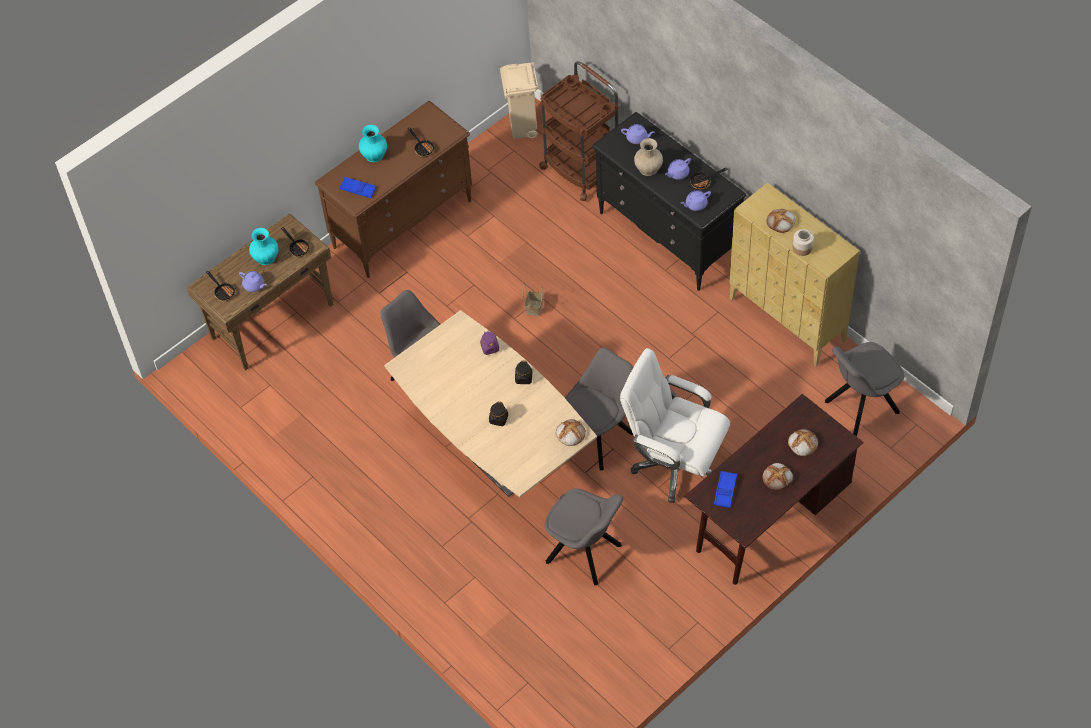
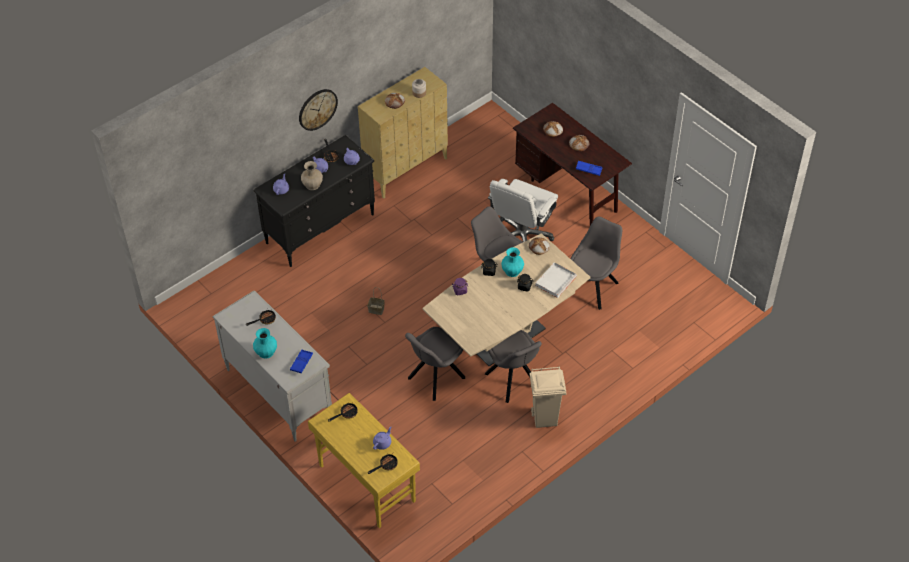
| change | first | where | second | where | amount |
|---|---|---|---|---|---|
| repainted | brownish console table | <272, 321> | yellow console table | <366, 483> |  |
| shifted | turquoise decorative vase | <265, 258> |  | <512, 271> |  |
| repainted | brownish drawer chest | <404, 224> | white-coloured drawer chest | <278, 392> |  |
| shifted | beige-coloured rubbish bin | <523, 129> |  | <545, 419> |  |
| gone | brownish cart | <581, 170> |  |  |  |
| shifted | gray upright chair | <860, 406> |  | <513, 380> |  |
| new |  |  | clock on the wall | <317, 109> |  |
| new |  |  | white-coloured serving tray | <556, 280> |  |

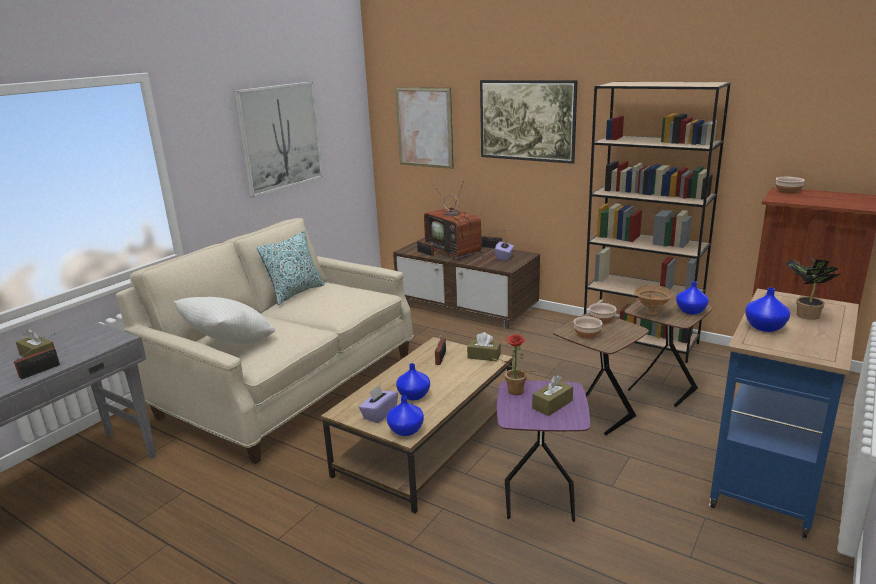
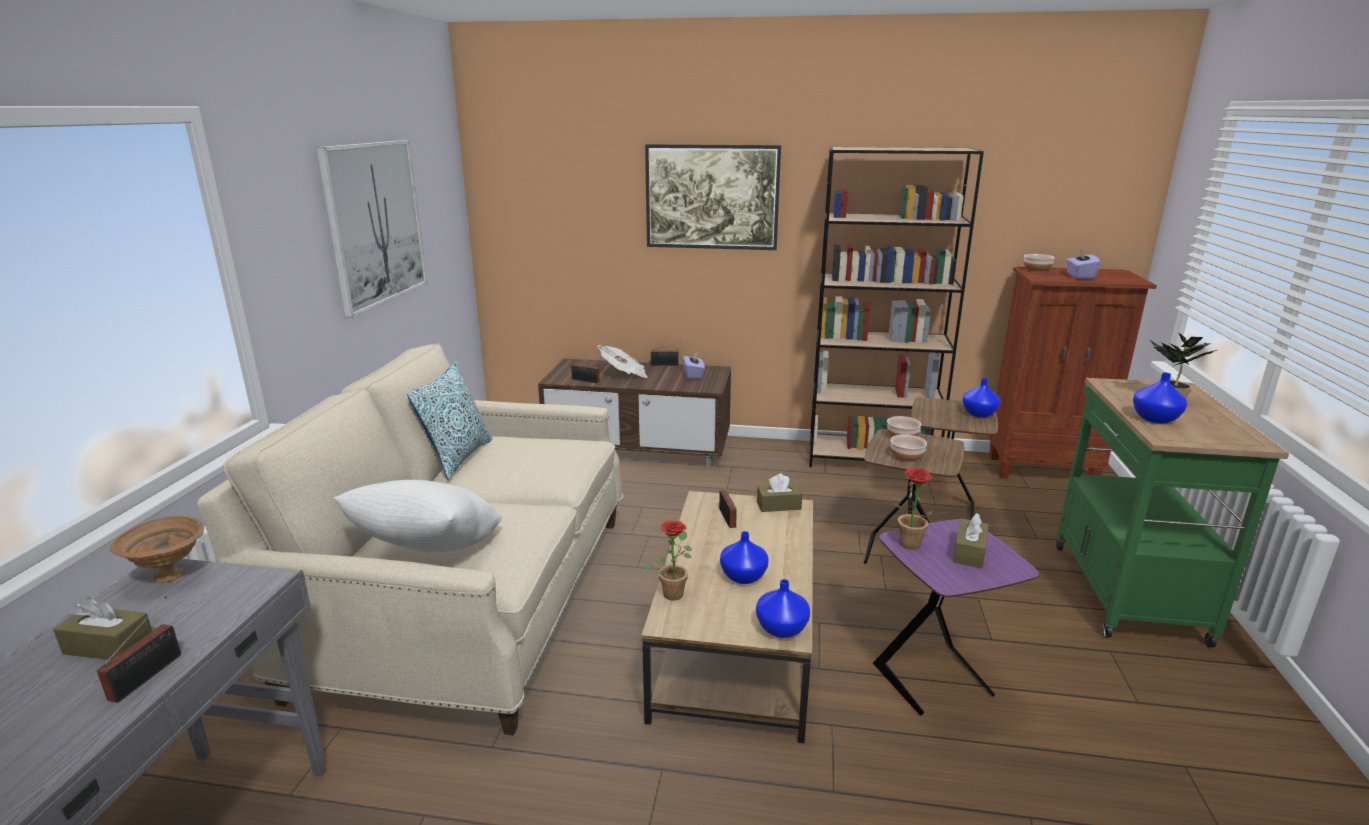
| change | first | where | second | where | amount |
|---|---|---|---|---|---|
| shifted | purplish tissue box | <379, 414> |  | <1079, 276> |  |
| gone | picture | <424, 127> |  |  |  |
| swapped | TV set | <456, 251> | daily paper | <624, 374> |  |
| shifted | brownish deep dish | <652, 313> |  | <171, 576> |  |
| repainted | bluish cart | <769, 478> | greenish cart | <1124, 590> |  |
| new |  |  | houseplant | <673, 591> |  |

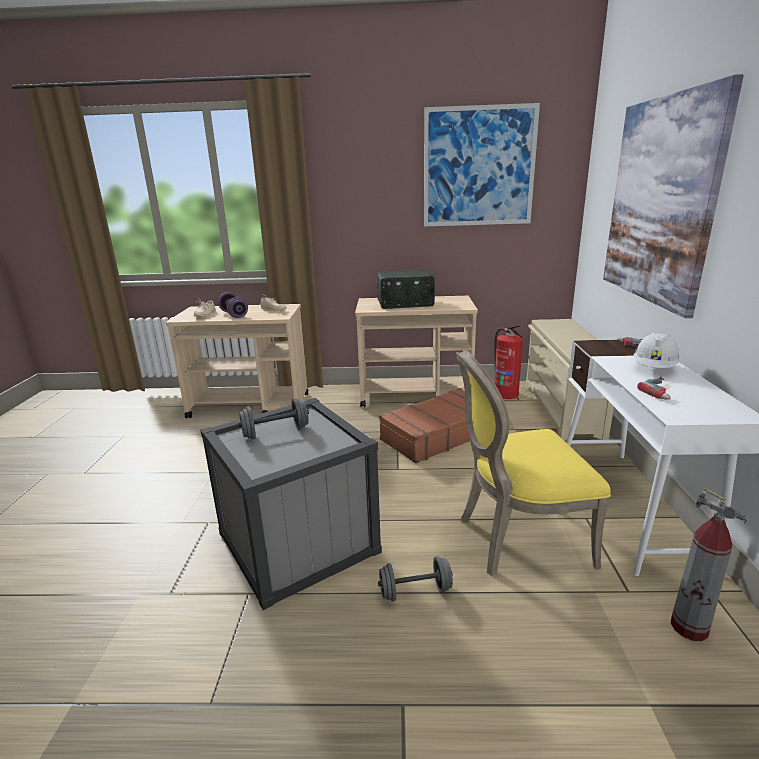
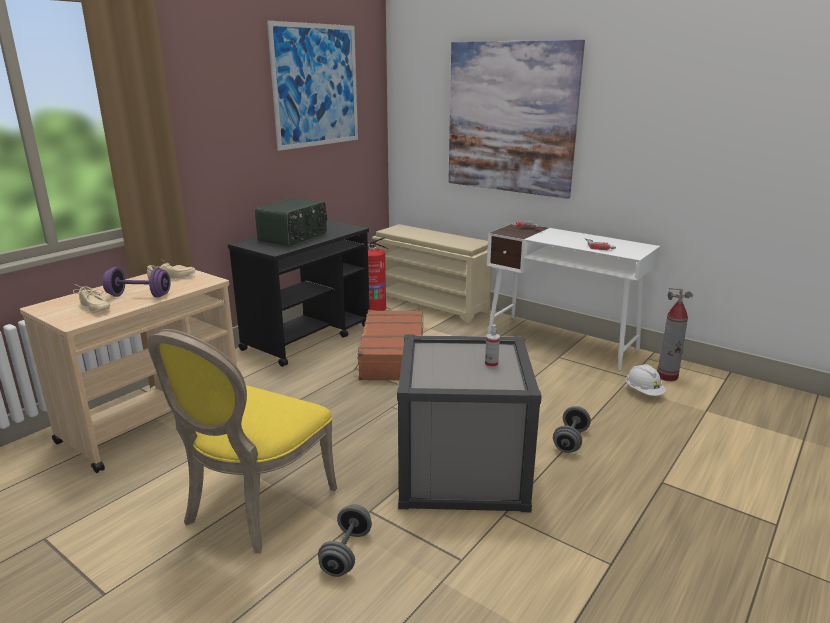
| change | first | where | second | where | amount |
|---|---|---|---|---|---|
| shifted | gray free weight | <275, 432> |  | <346, 553> |  |
| repainted | beige-coloured cart | <416, 395> | black cart | <308, 337> |  |
| shifted | yellow upright chair | <517, 538> |  | <254, 507> |  |
| shifted | white-coloured hard hat | <654, 368> |  | <643, 392> |  |
| new |  |  | hand sprayer | <491, 364> |  |

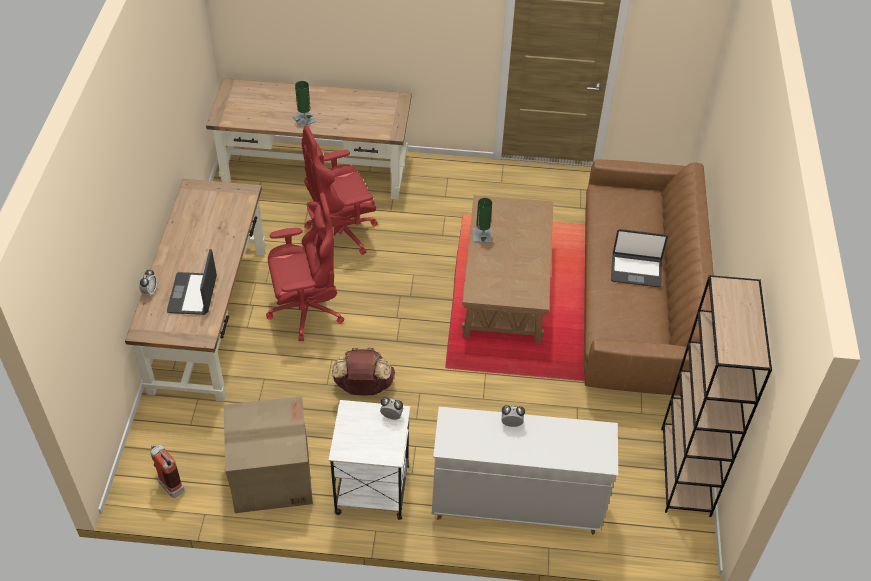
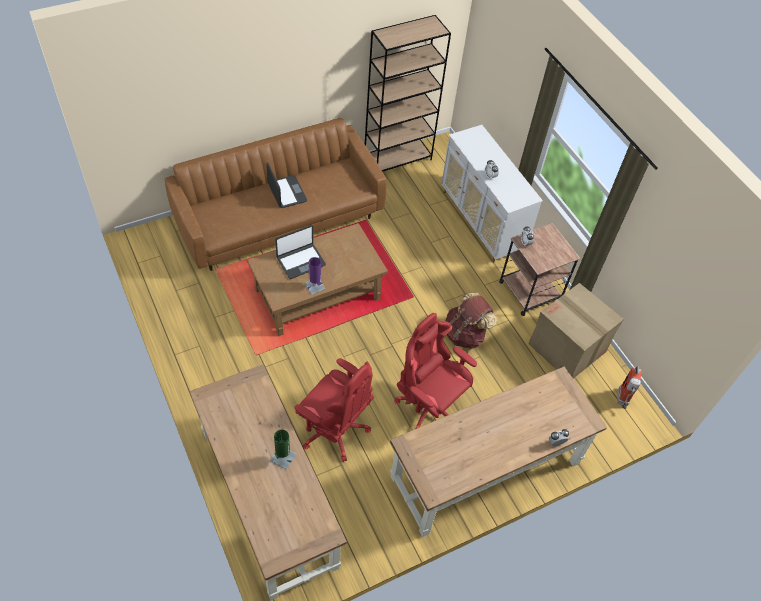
| change | first | where | second | where | amount |
|---|---|---|---|---|---|
| shifted | portable computer | <193, 294> |  | <300, 261> |  |
| repainted | white-coloured cart | <371, 488> | brownish cart | <530, 292> |  |
| repainted | greenish table lamp | <482, 235> | purplish table lamp | <315, 286> |  |

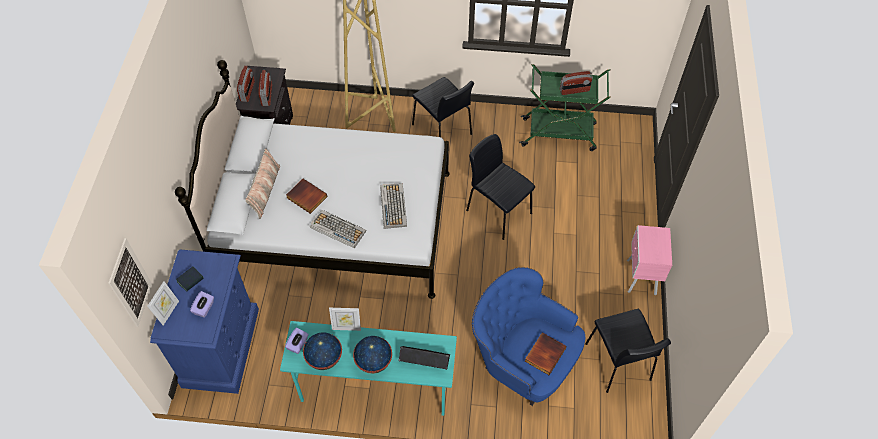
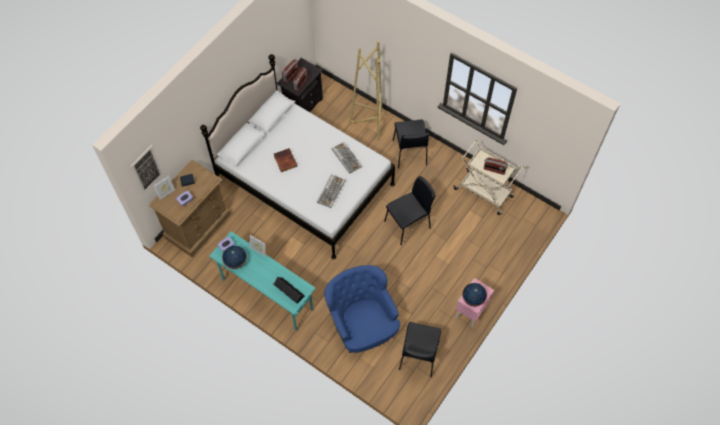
| change | first | where | second | where | amount |
|---|---|---|---|---|---|
| repainted | bluish drawer chest | <221, 347> | brownish drawer chest | <198, 226> |  |
| gone | pillow | <265, 191> |  |  |  |
| shifted | PC keyboard | <337, 229> |  | <346, 157> |  |
| shifted | world globe | <373, 362> |  | <473, 299> |  |
| rotated | black upright chair | <497, 210> |  | <408, 224> | 75 degrees clockwise |
| repainted | greenish cart | <559, 135> | beige-coloured cart | <483, 193> |  |
| gone | bound book | <544, 354> |  |  |  |

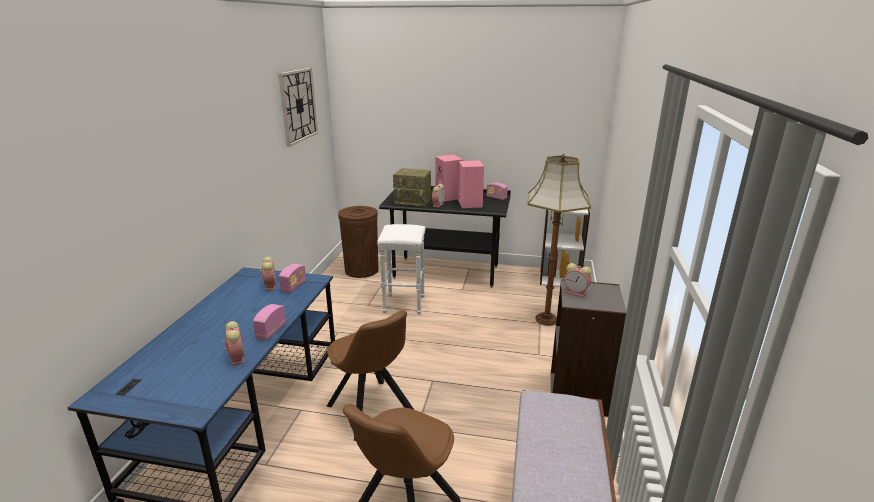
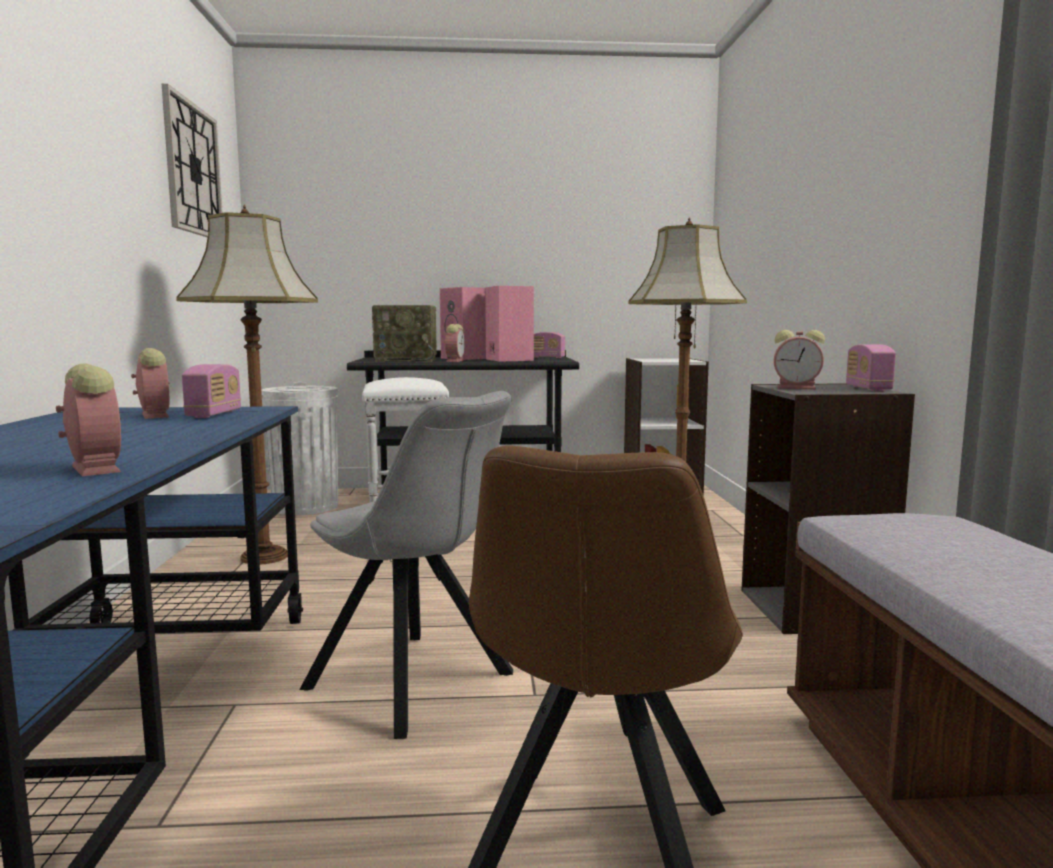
| change | first | where | second | where | amount |
|---|---|---|---|---|---|
| shifted | radio | <271, 331> |  | <868, 389> |  |
| repainted | brownish upright chair | <371, 410> | gray upright chair | <413, 682> |  |
| repainted | brownish rubbish bin | <361, 270> | white-coloured rubbish bin | <305, 506> |  |
| new |  |  | standing lamp | <264, 556> |  |

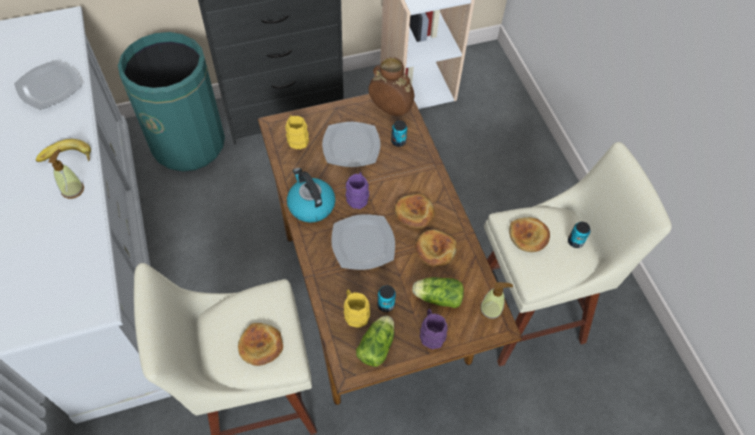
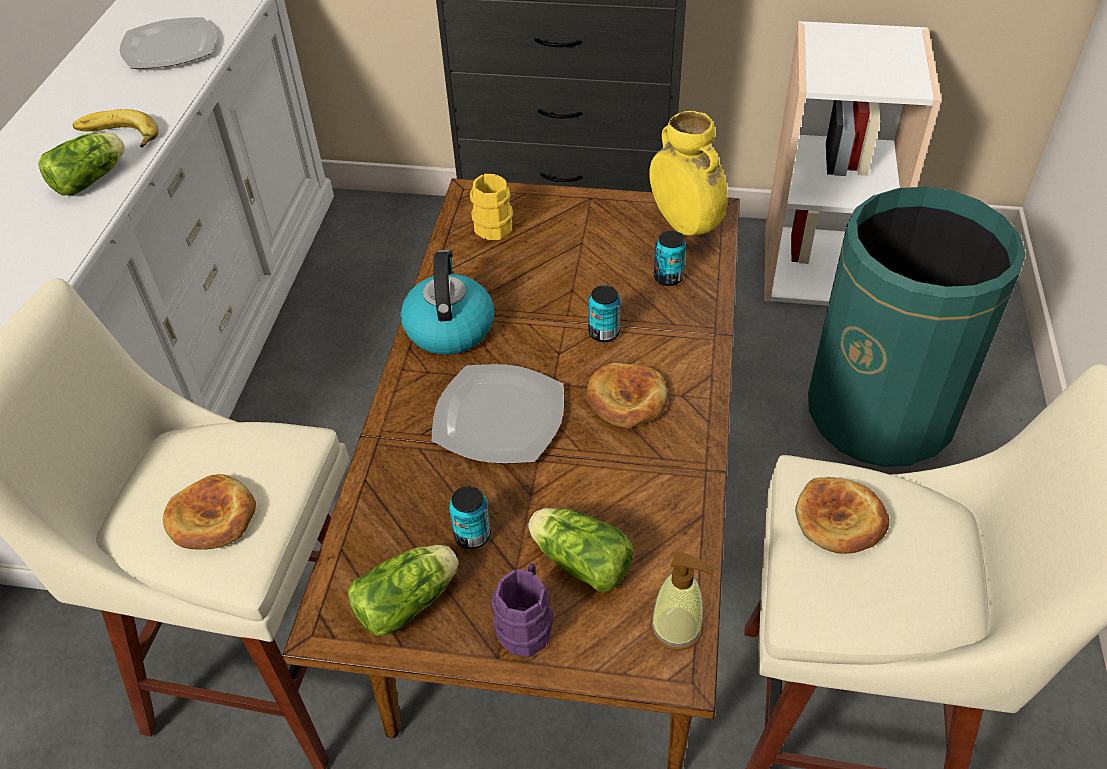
| change | first | where | second | where | amount |
|---|---|---|---|---|---|
| swapped | soap bottle | <73, 189> | head of lettuce | <93, 178> |  |
| shifted | greenish rubbish bin | <189, 143> |  | <880, 413> |  |
| gone | dinner plate | <350, 145> |  |  |  |
| gone | yellow mug | <355, 313> |  |  |  |
| gone | purplish mug | <358, 196> |  |  |  |
| repainted | brownish decorative vase | <390, 109> | yellow decorative vase | <685, 225> |  |
| gone | bakery bread | <435, 250> |  |  |  |
| shifted | can | <575, 241> |  | <604, 333> |  |

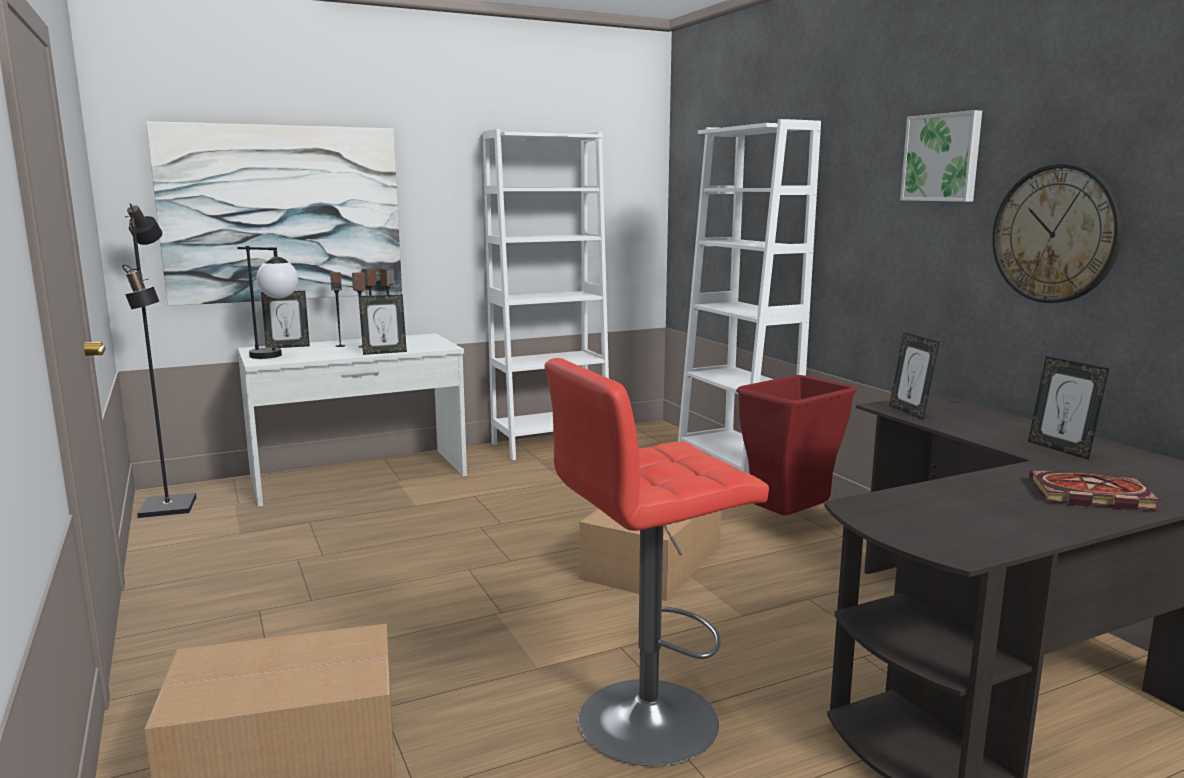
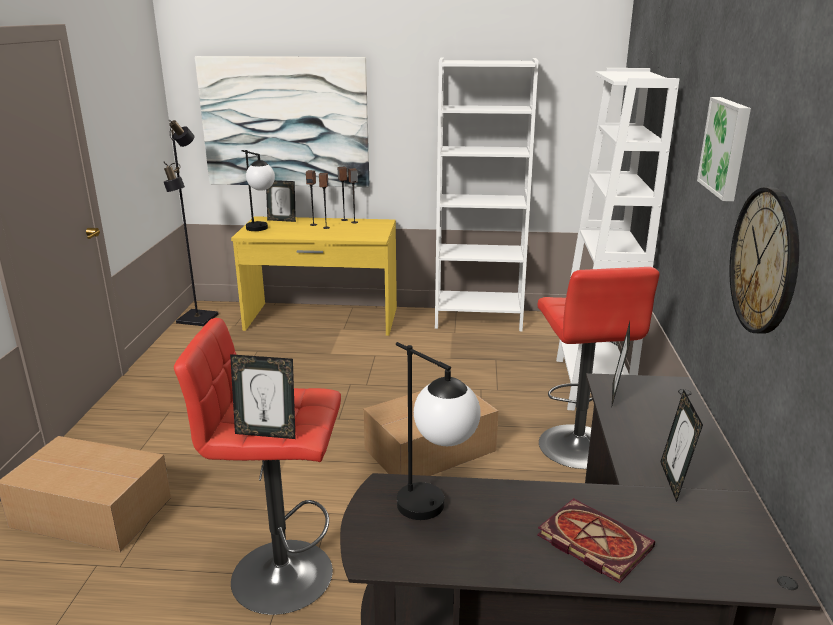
| change | first | where | second | where | amount |
|---|---|---|---|---|---|
| repainted | white-coloured desk | <359, 476> | yellow desk | <322, 319> |  |
| shifted | picture frame | <384, 352> |  | <266, 433> |  |
| swapped | reddish rubbish bin | <789, 523> | reddish stool | <577, 447> |  |
| new |  |  | table lamp | <435, 513> |  |

